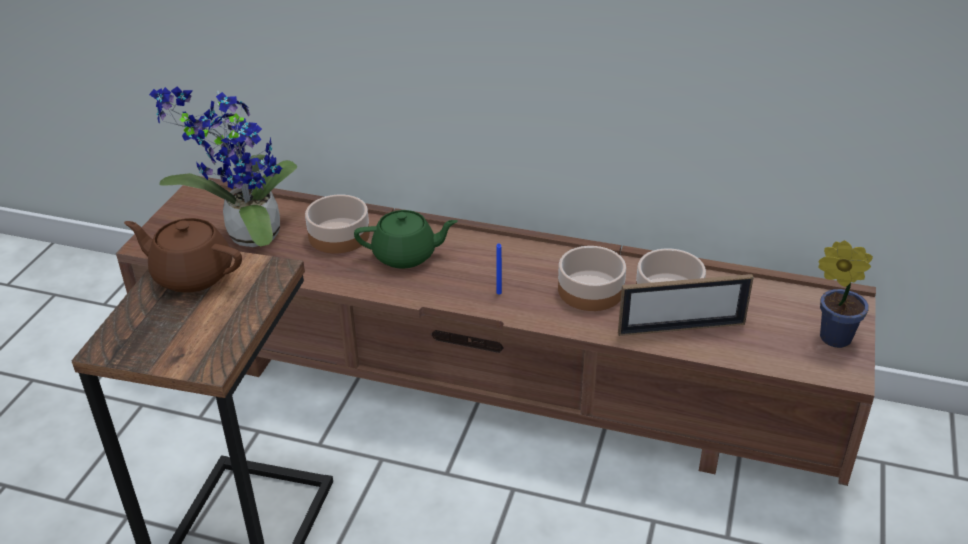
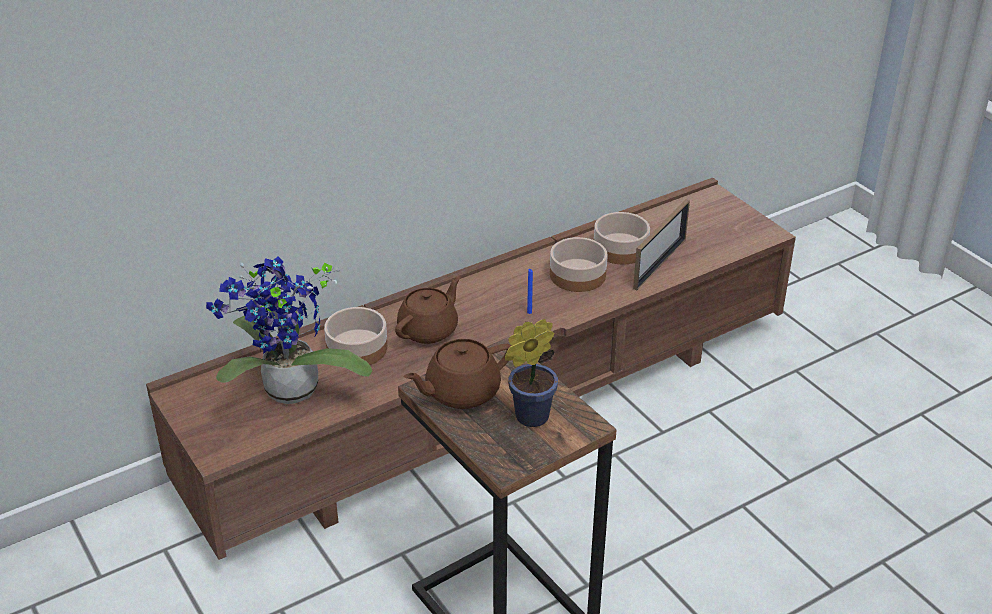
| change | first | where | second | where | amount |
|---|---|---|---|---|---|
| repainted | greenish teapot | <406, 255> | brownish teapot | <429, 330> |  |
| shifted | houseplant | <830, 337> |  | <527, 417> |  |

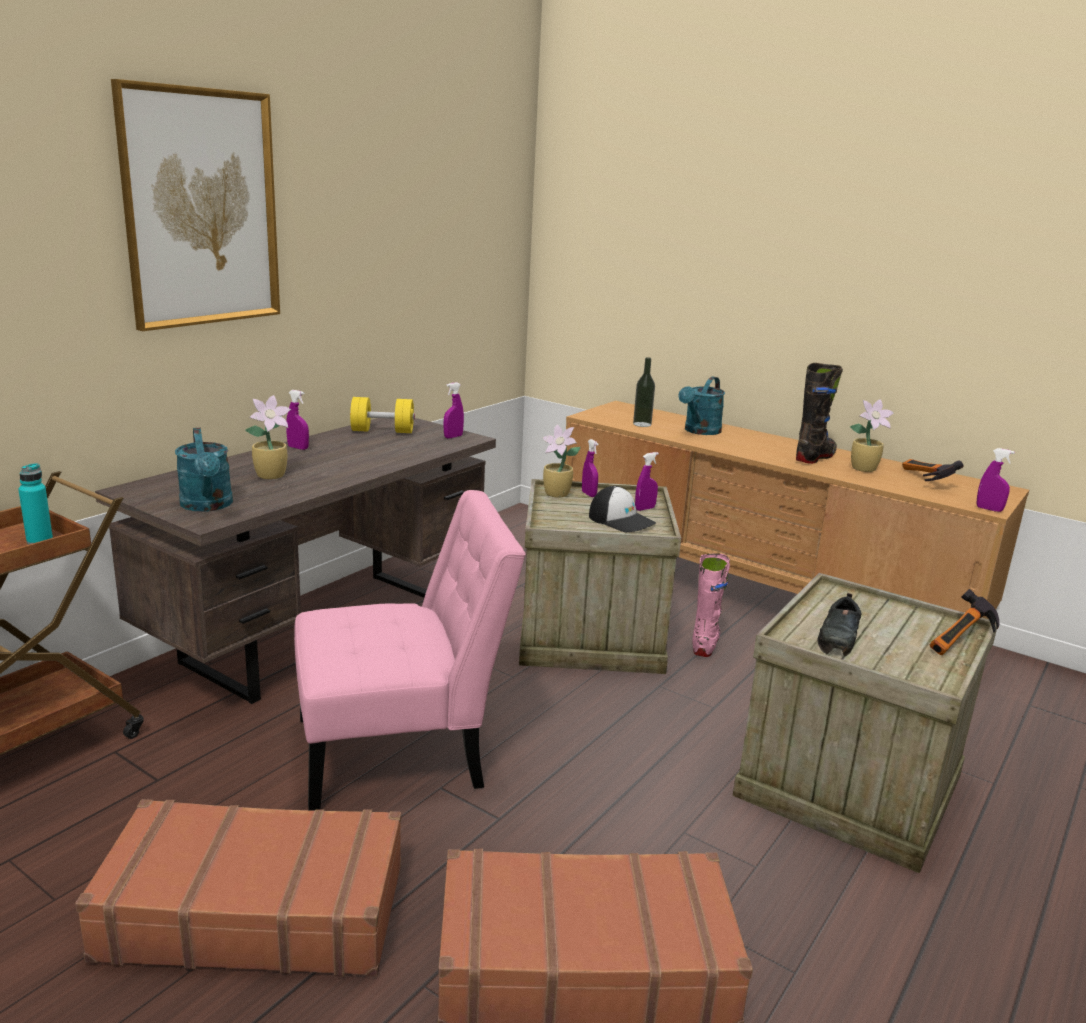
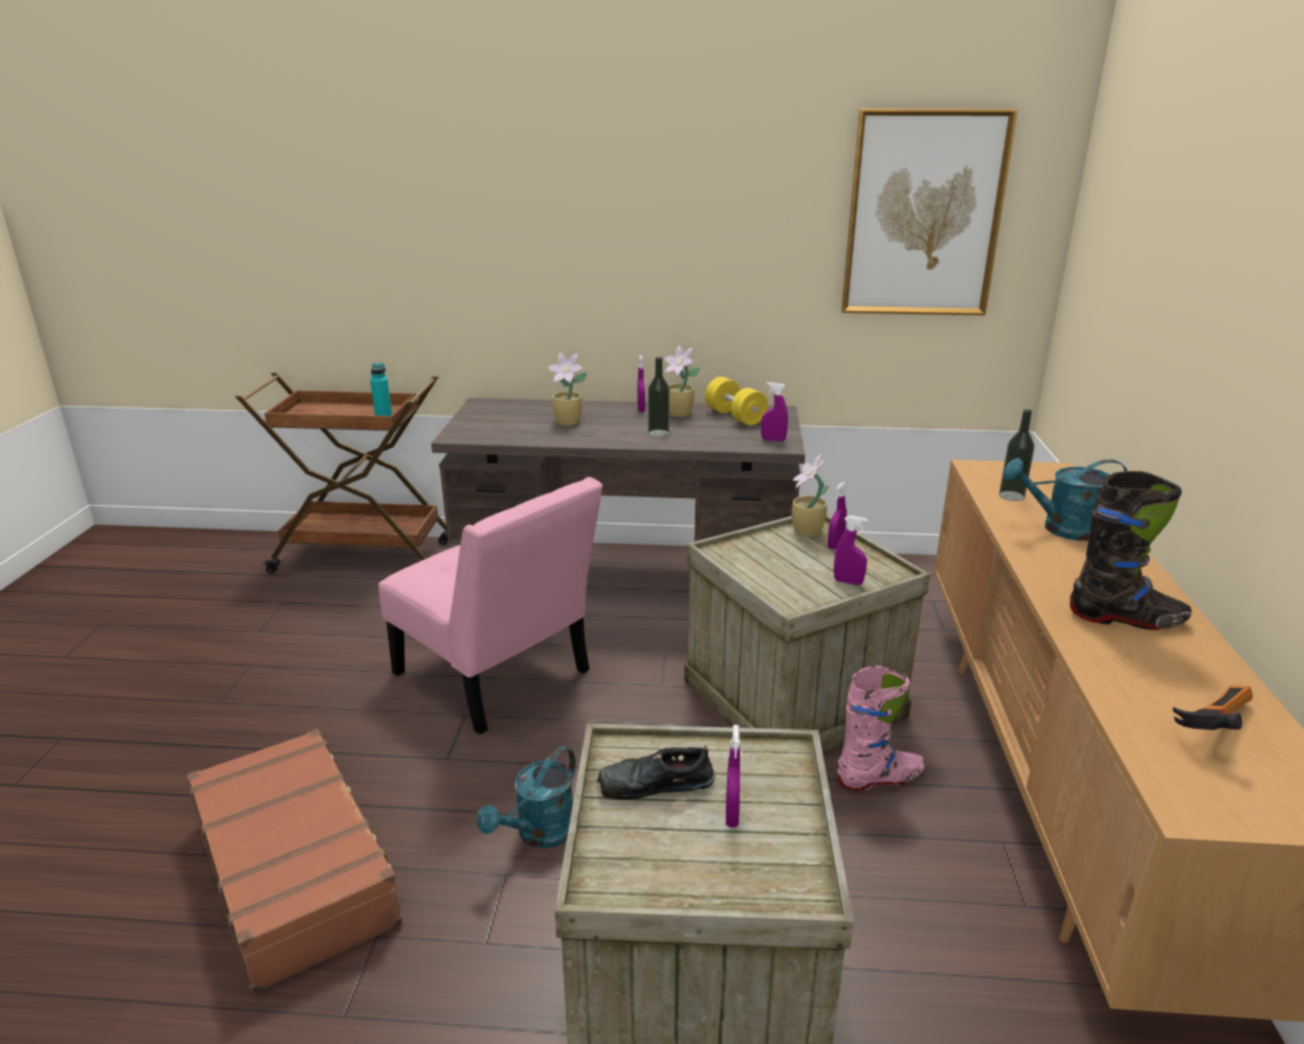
| change | first | where | second | where | amount |
|---|---|---|---|---|---|
| gone | brownish travel case | <254, 910> |  |  |  |
| shifted | picture | <201, 208> |  | <923, 215> |  |
| shifted | turquoise sprinkling can | <208, 506> |  | <539, 834> |  |
| gone | peaked cap | <621, 520> |  |  |  |
| shifted | houseplant | <865, 469> |  | <680, 414> |  |
| gone | hammer | <963, 642> |  |  |  |
| shifted | purplish hand sprayer | <989, 509> |  | <732, 815> |  |
| new |  |  | beverage bottle | <658, 433> |  |

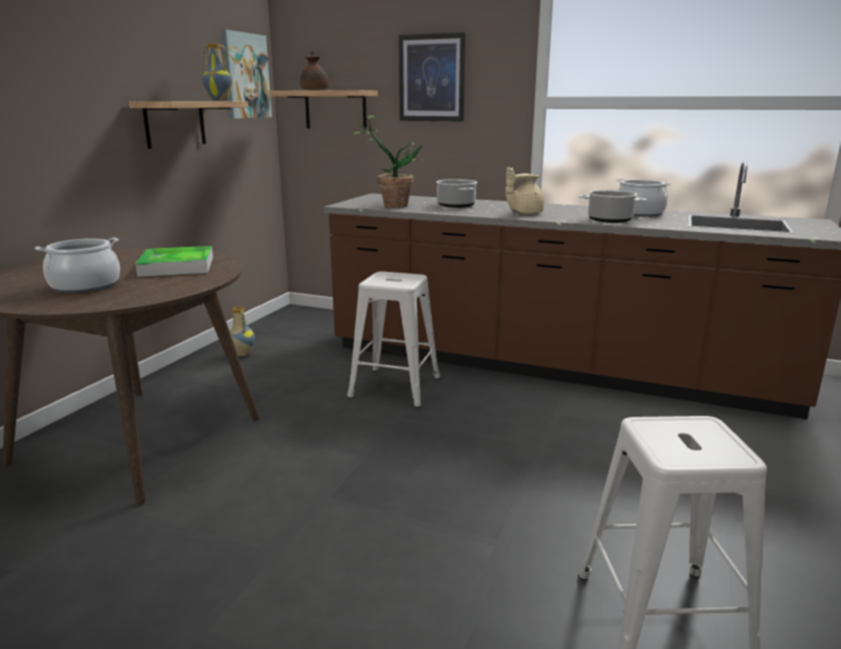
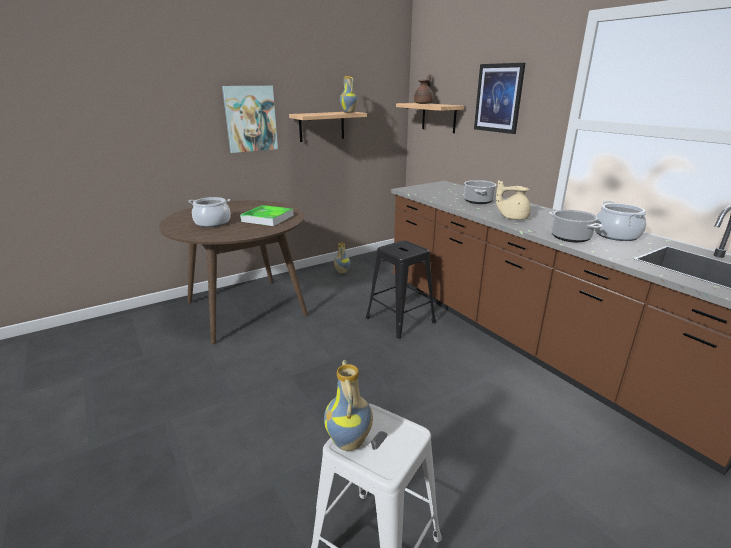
| change | first | where | second | where | amount |
|---|---|---|---|---|---|
| shifted | picture | <245, 76> |  | <250, 119> |  |
| repainted | white-coloured stool | <395, 387> | black stool | <400, 320> |  |
| gone | houseplant | <390, 205> |  |  |  |
| new |  |  | decorative vase | <350, 442> |  |

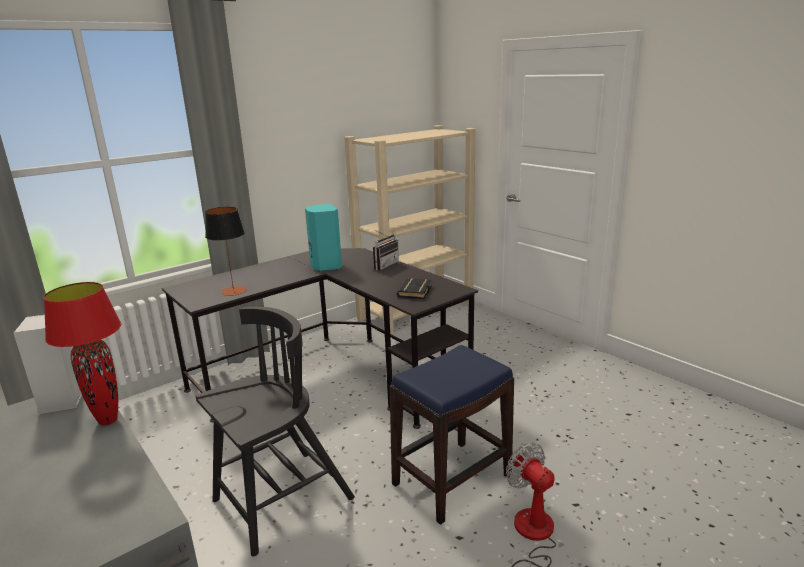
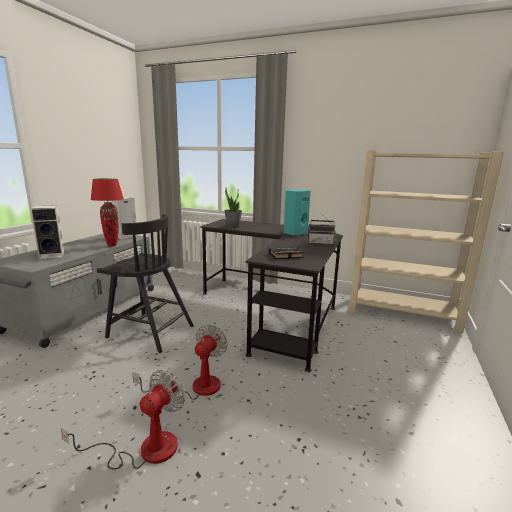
| change | first | where | second | where | amount |
|---|---|---|---|---|---|
| swapped | table lamp | <233, 291> | houseplant | <233, 226> |  |
| swapped | stool | <452, 481> | cooling fan | <195, 388> |  |
| new |  |  | speaker | <53, 255> |  |

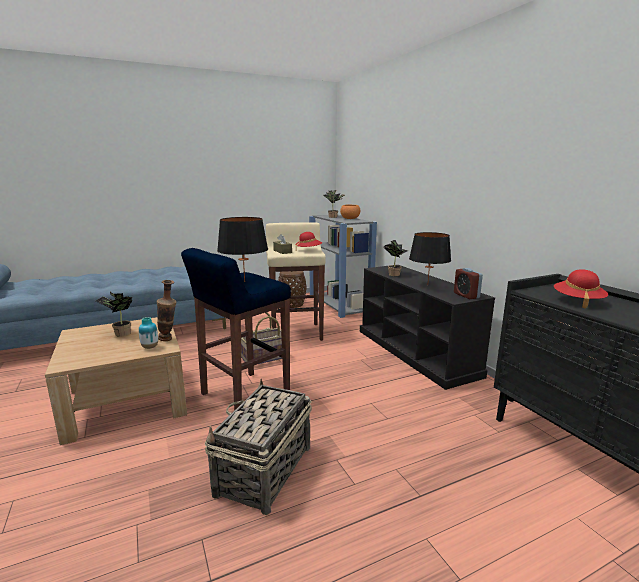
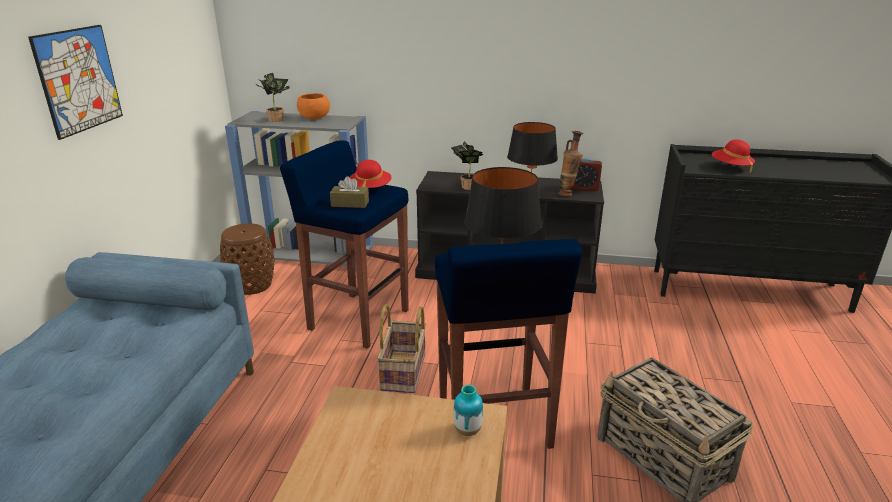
| change | first | where | second | where | amount |
|---|---|---|---|---|---|
| gone | houseplant | <120, 334> |  |  |  |
| shifted | decorative vase | <169, 340> |  | <568, 194> |  |
| repainted | beige-coloured stool | <296, 332> | bluish stool | <357, 319> |  |
| new |  |  | picture | <79, 80> |  |

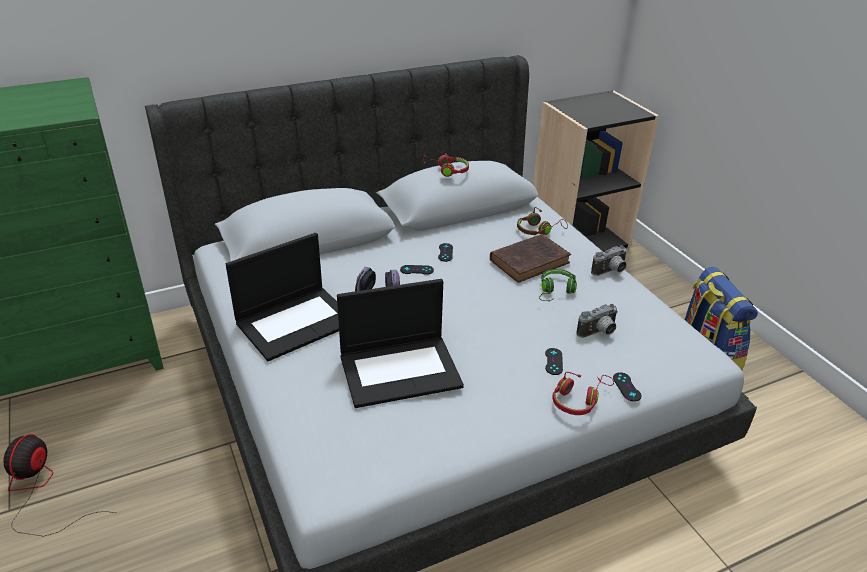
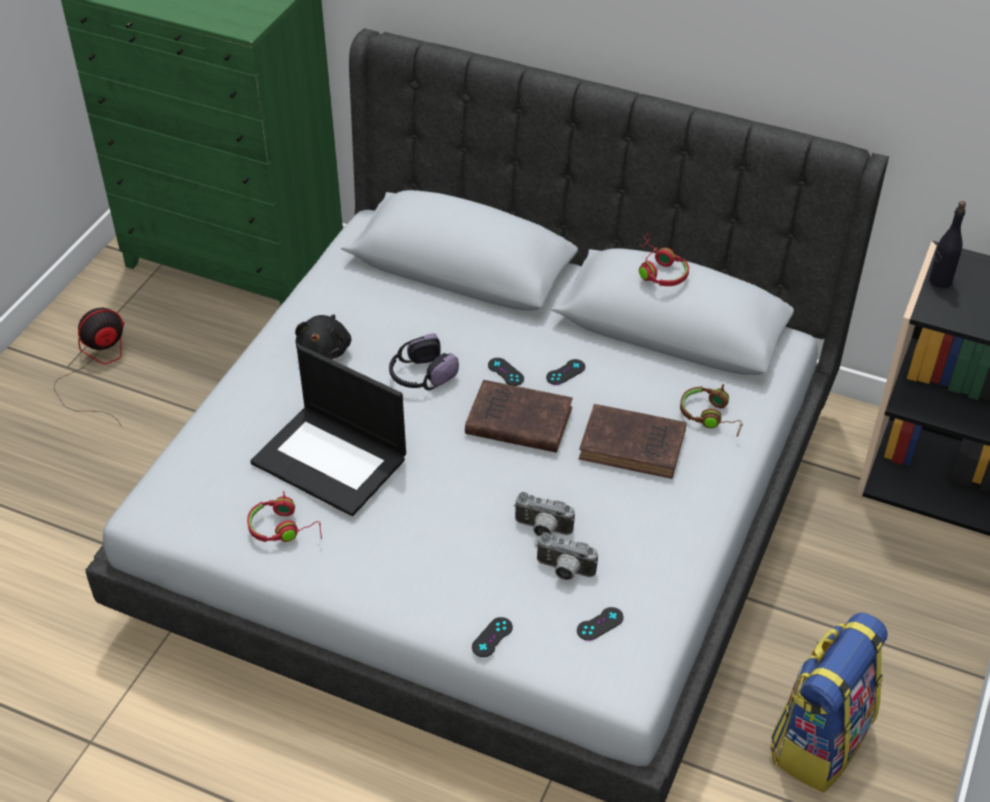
| change | first | where | second | where | amount |
|---|---|---|---|---|---|
| swapped | portable computer | <296, 322> | black cuddly toy | <325, 350> |  |
| gone | greenish headset | <556, 290> |  |  |  |
| shifted | black gamepad | <553, 361> |  | <600, 624> |  |
| shifted | reddish headset | <579, 399> |  | <285, 528> |  |
| shifted | still camera | <610, 272> |  | <542, 530> |  |
| new |  |  | brownish bound book | <516, 421> |  |
| new |  |  | black beverage bottle | <939, 281> |  |

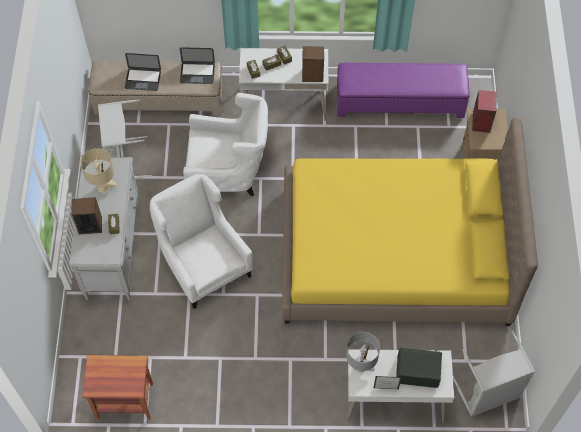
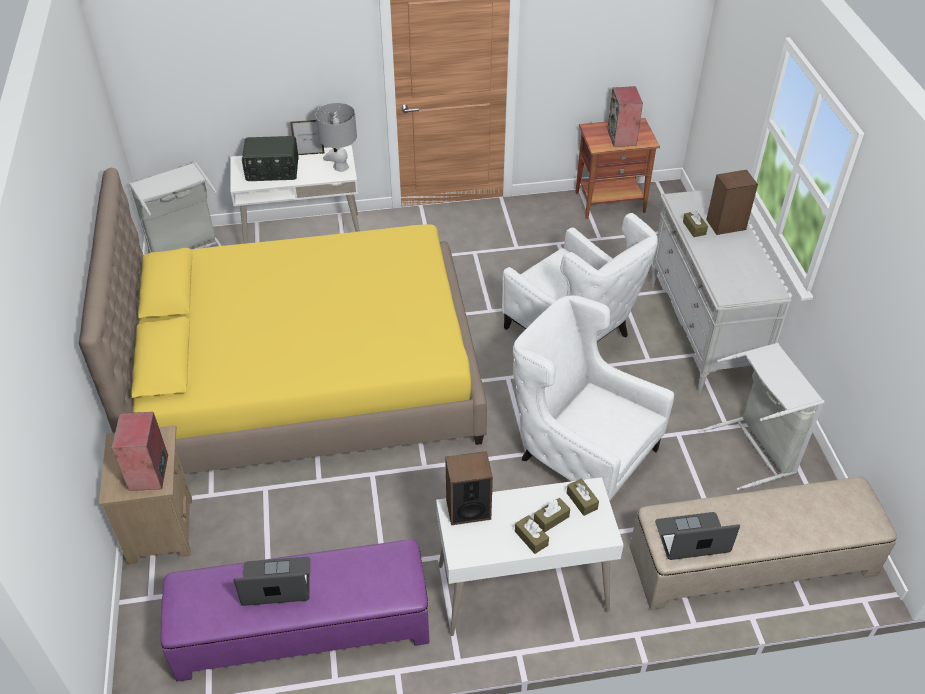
| change | first | where | second | where | amount |
|---|---|---|---|---|---|
| gone | beige-coloured table lamp | <103, 187> |  |  |  |
| shifted | portable computer | <143, 79> |  | <276, 582> |  |
| rotated | white-coloured armchair | <228, 173> |  | <582, 454> | 45 degrees clockwise |
| new |  |  | speaker | <622, 137> |  |

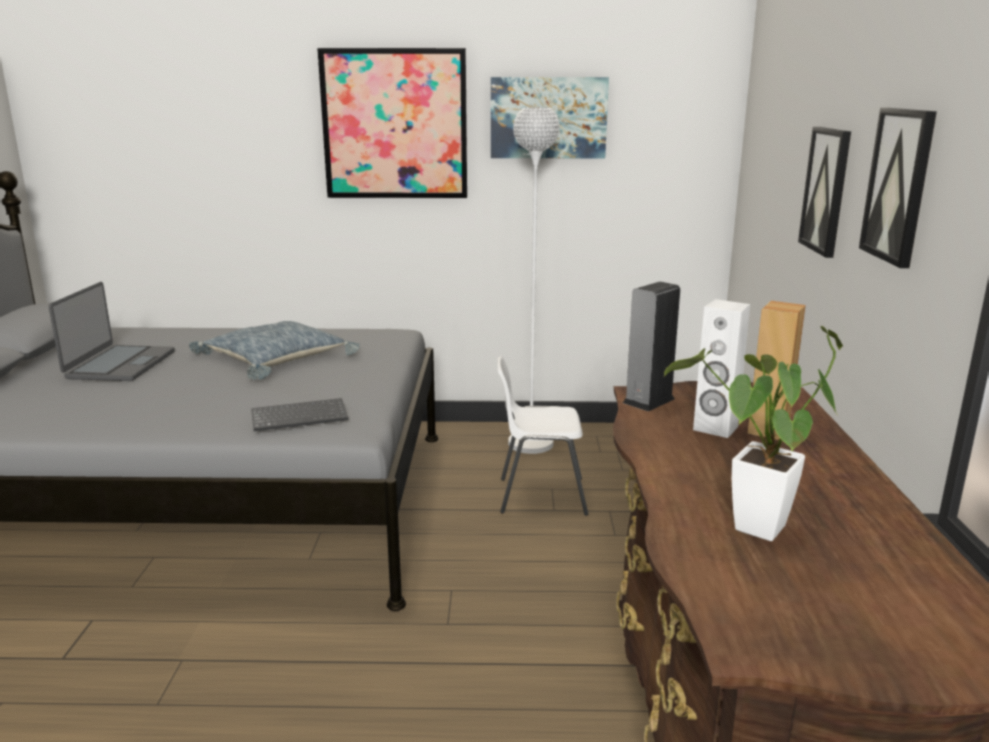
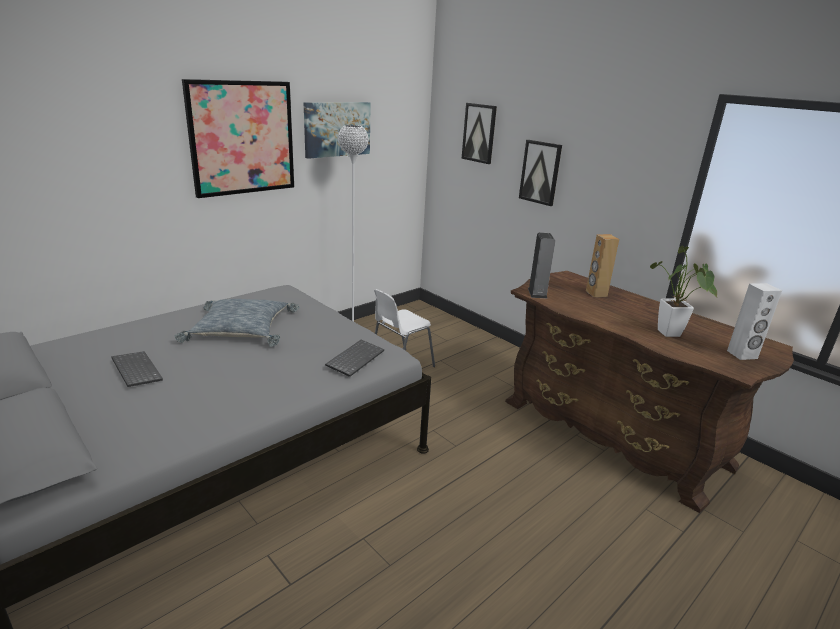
| change | first | where | second | where | amount |
|---|---|---|---|---|---|
| swapped | portable computer | <120, 365> | PC keyboard | <135, 370> |  |
| shifted | white-coloured speaker | <715, 428> |  | <742, 355> |  |
| shifted | picture | <898, 185> |  | <479, 133> |  |

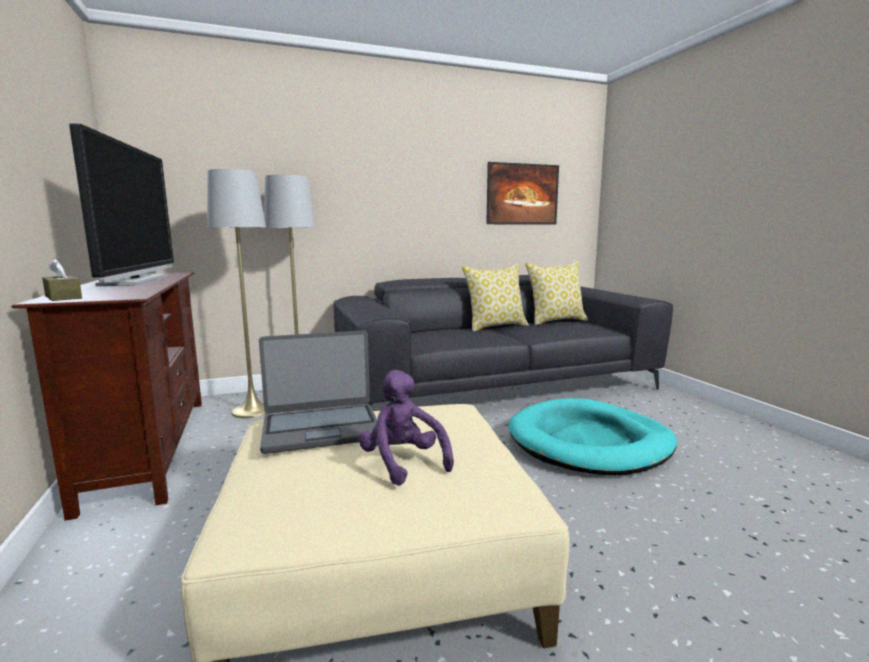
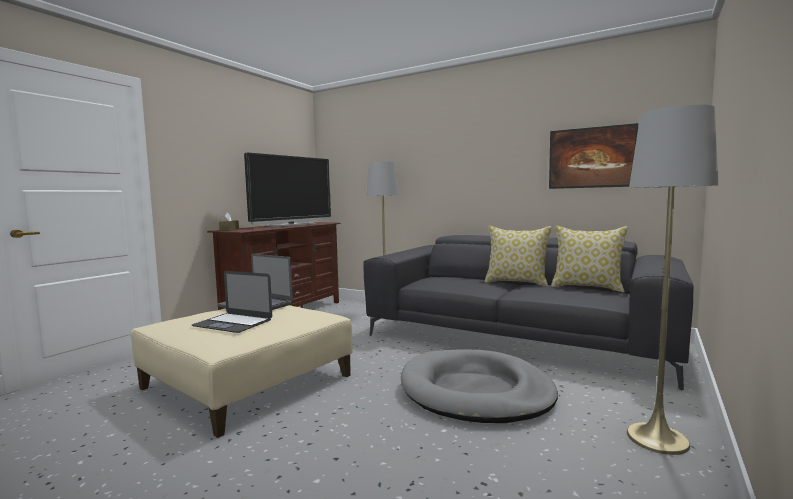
| change | first | where | second | where | amount |
|---|---|---|---|---|---|
| shifted | gray standing lamp | <252, 410> |  | <657, 438> |  |
| swapped | purplish cuddly toy | <403, 463> | portable computer | <233, 323> |  |
| repainted | turquoise dog bed | <589, 442> | gray dog bed | <475, 391> |  |

